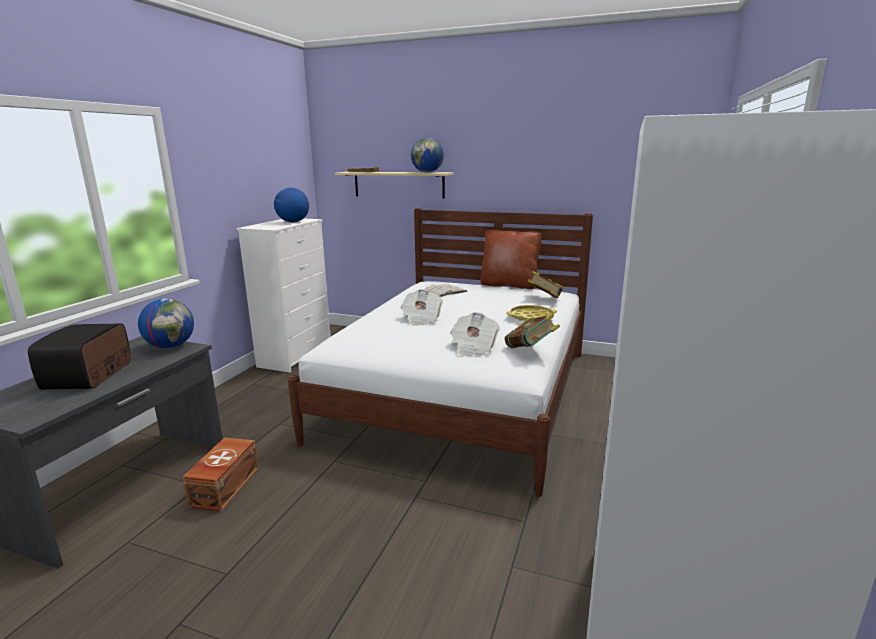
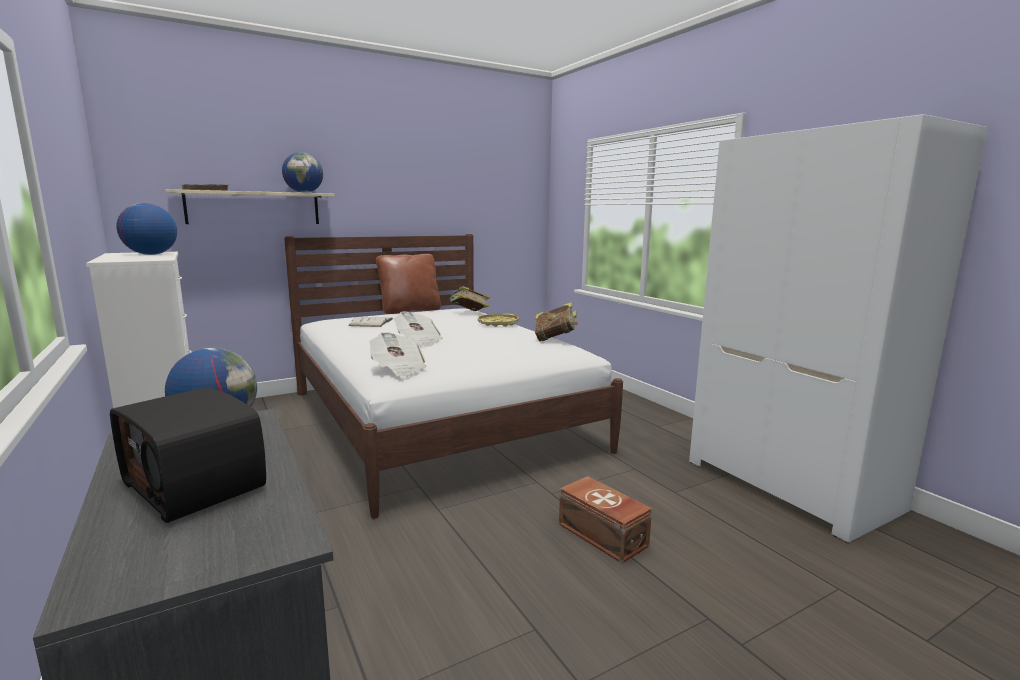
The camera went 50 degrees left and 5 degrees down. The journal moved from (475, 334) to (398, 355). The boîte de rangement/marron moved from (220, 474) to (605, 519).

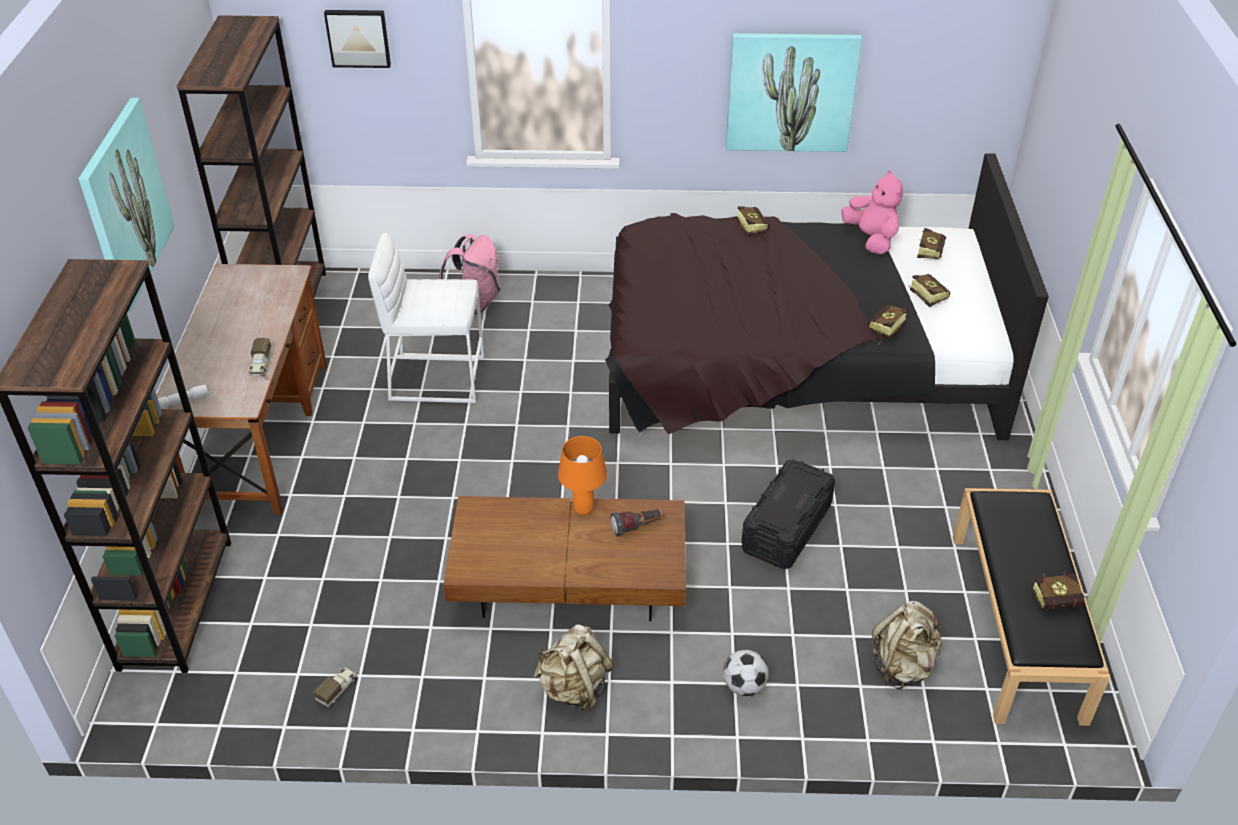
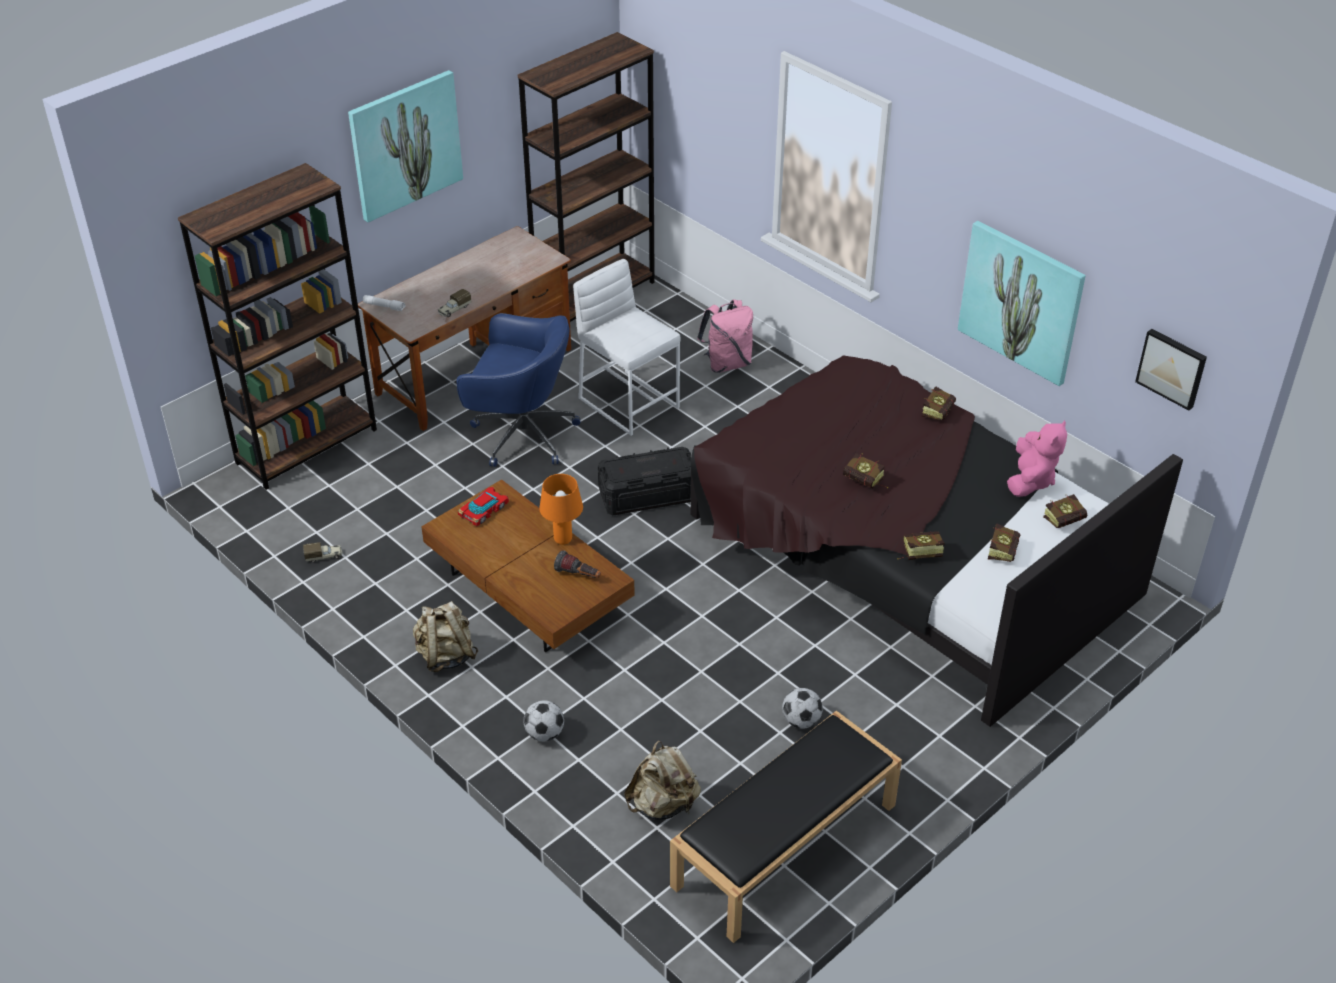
The camera went 45 degrees right and 0 degrees up. The chaise de bureau/bleu at (518, 390) appeared. The petite voiture at (483, 506) appeared. The boîte de rangement/noir moved from (788, 514) to (644, 481). The ballon de foot at (802, 708) appeared. The livre moved from (1058, 591) to (865, 470). The tableau moved from (357, 39) to (1171, 370).

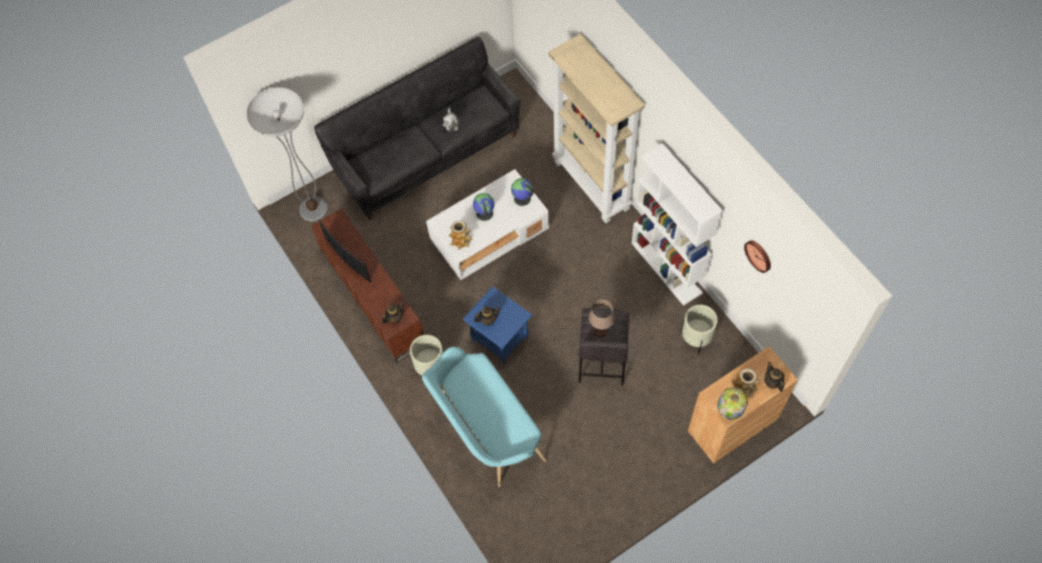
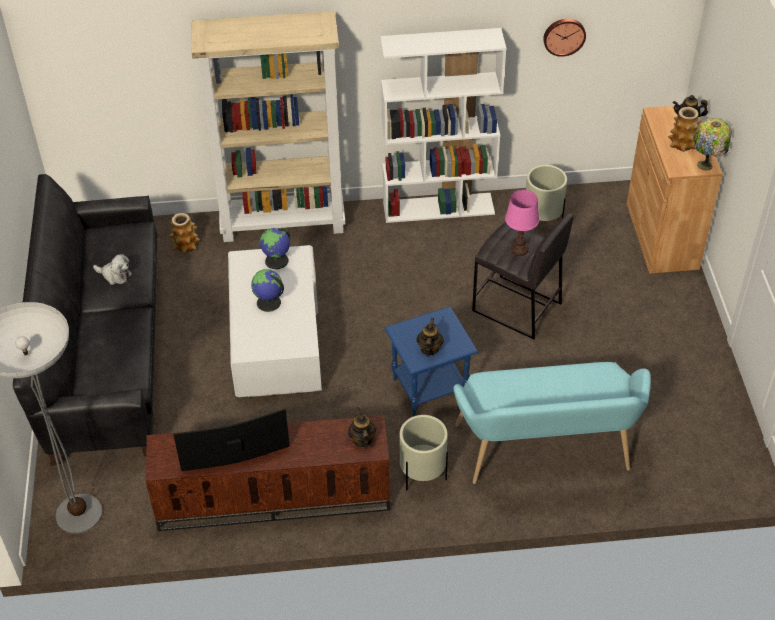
The camera went 65 degrees left and 15 degrees down. The vase moved from (461, 235) to (184, 233). The lampe de table/marron at (602, 318) became the lampe de table/rose at (522, 223).

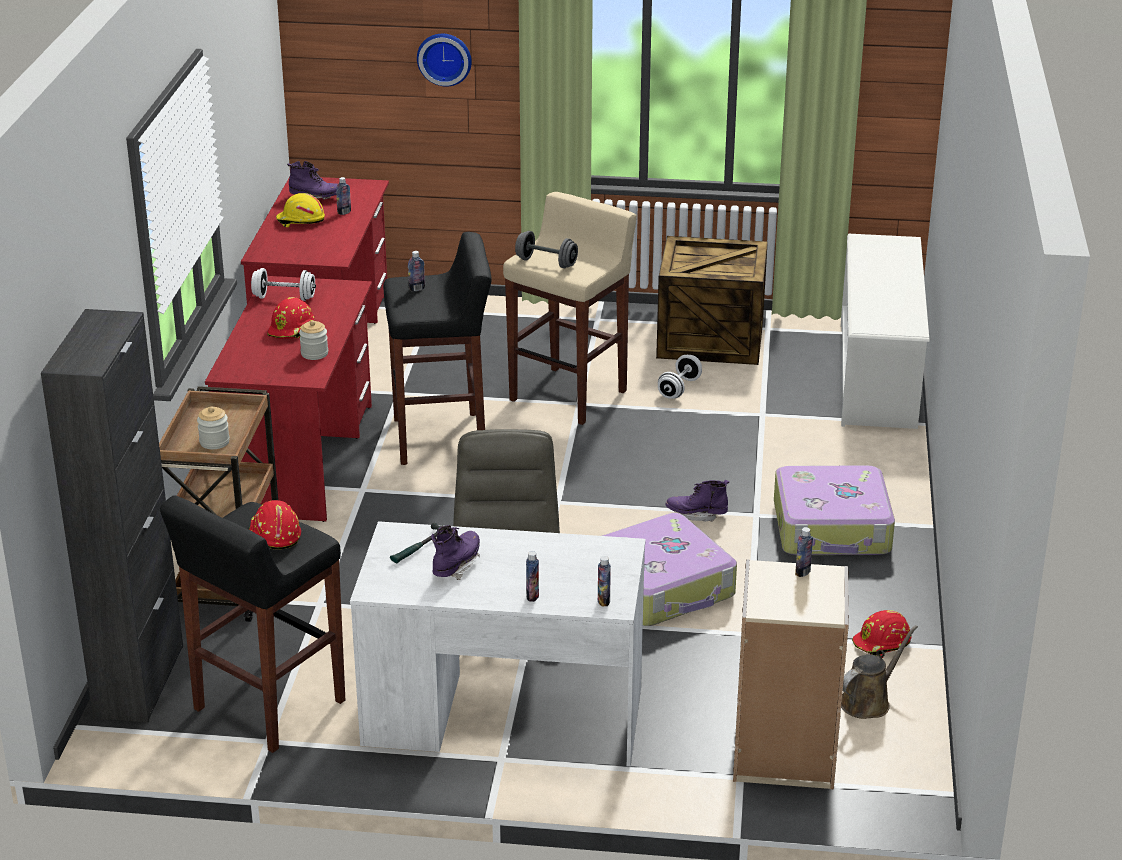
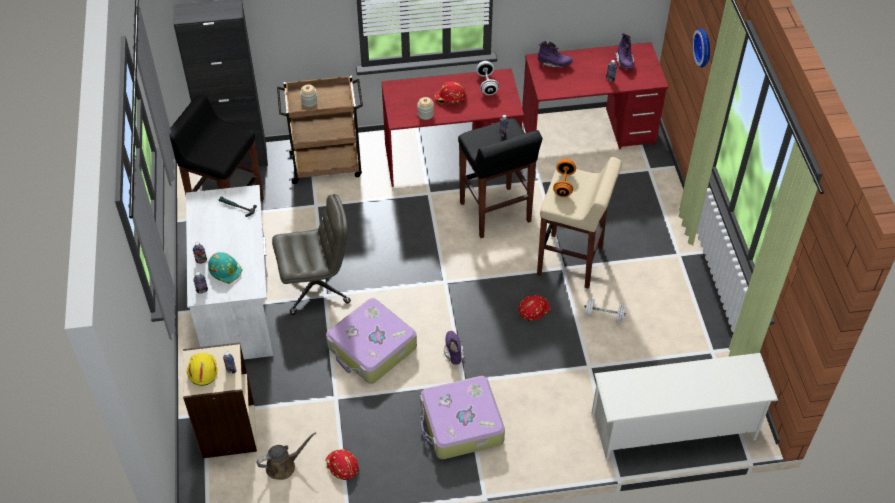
The camera went 75 degrees right and 20 degrees up. The casque de chantier/jaune moved from (300, 210) to (202, 369). The casque de chantier/turquoise at (225, 268) appeared. The arrosoir/marron at (879, 672) turned 60 degrees counterclockwise. The casque de chantier/rouge moved from (275, 524) to (534, 308). The botte/violet moved from (455, 552) to (555, 54). The haltère/gris at (546, 249) became the haltère/orange at (564, 178). The caisse at (712, 300) disappeared.

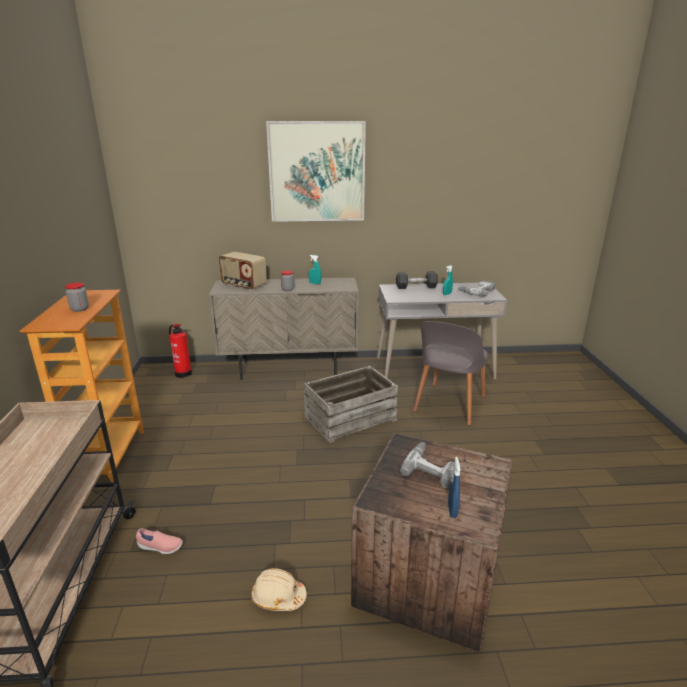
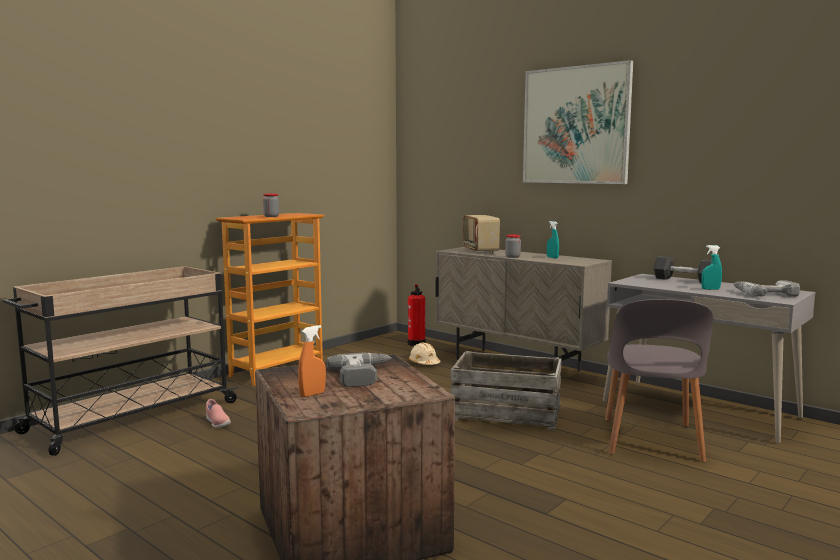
The camera went 45 degrees right and 15 degrees down. The vaporisateur/bleu at (454, 487) became the vaporisateur/orange at (312, 361). The casque de chantier/beige moved from (279, 589) to (425, 354). The chaise/gris at (451, 373) turned 60 degrees counterclockwise.

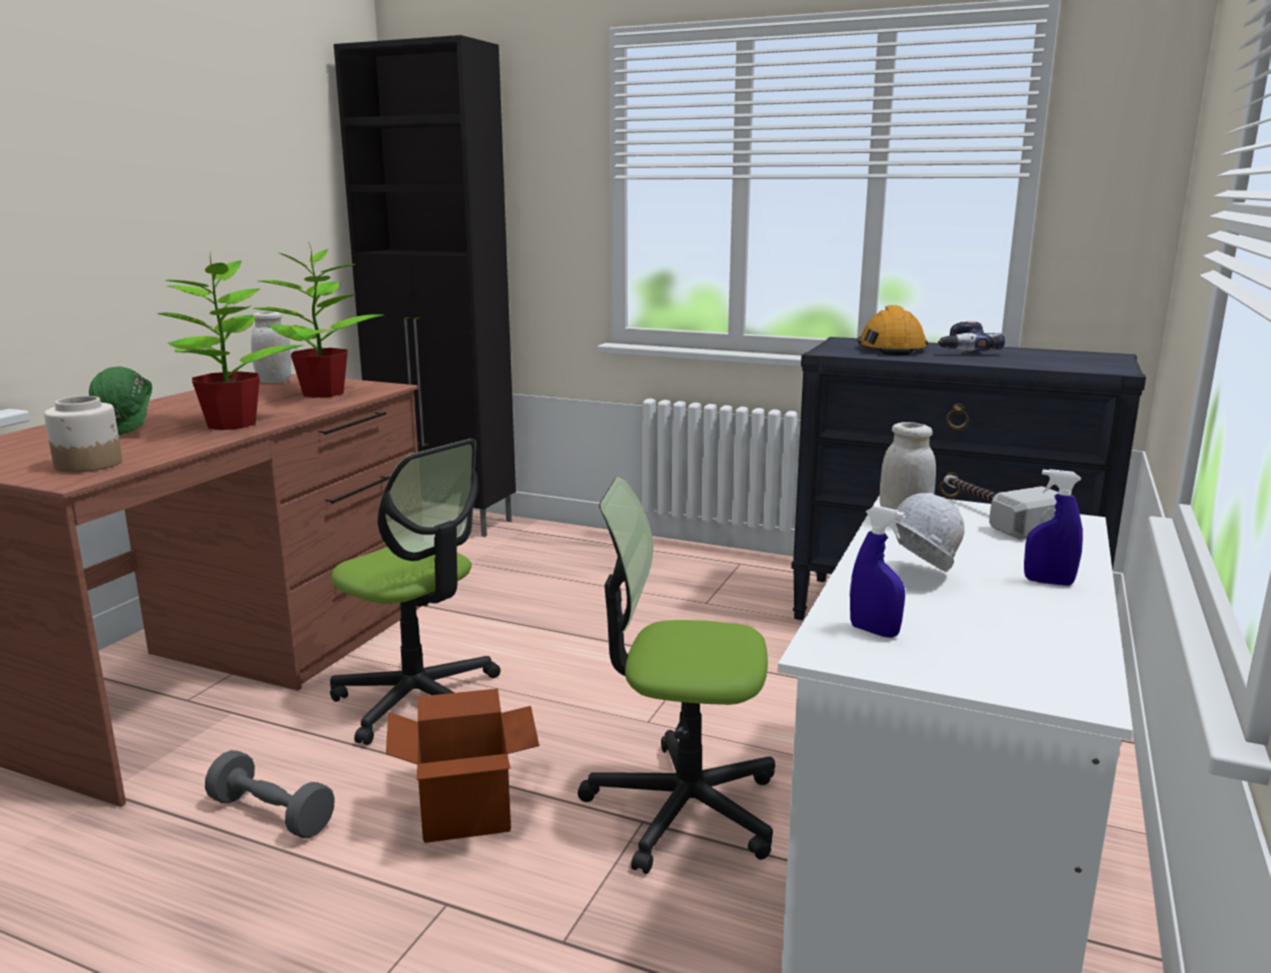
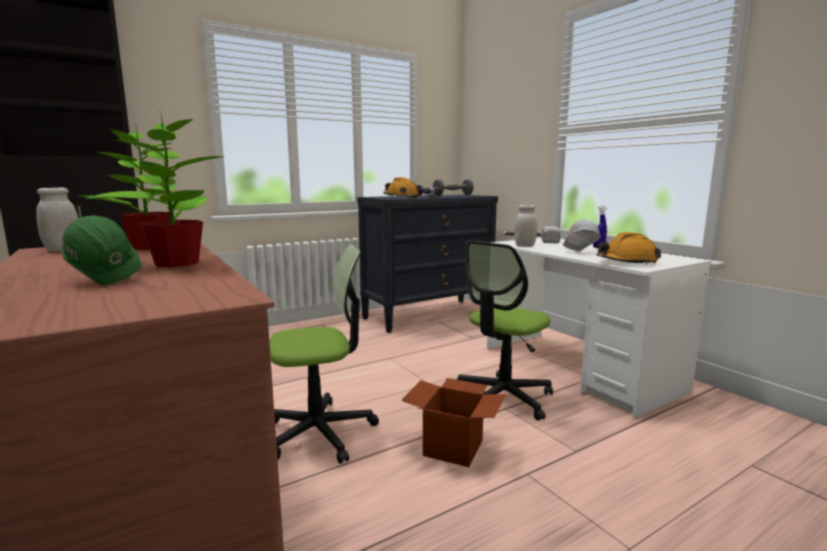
The camera went 55 degrees left and 5 degrees down. The haltère/gris moved from (270, 794) to (453, 187). The vaporisateur/bleu at (878, 572) was replaced by the casque de chantier/orange at (629, 248). The bocal at (83, 434) disappeared.

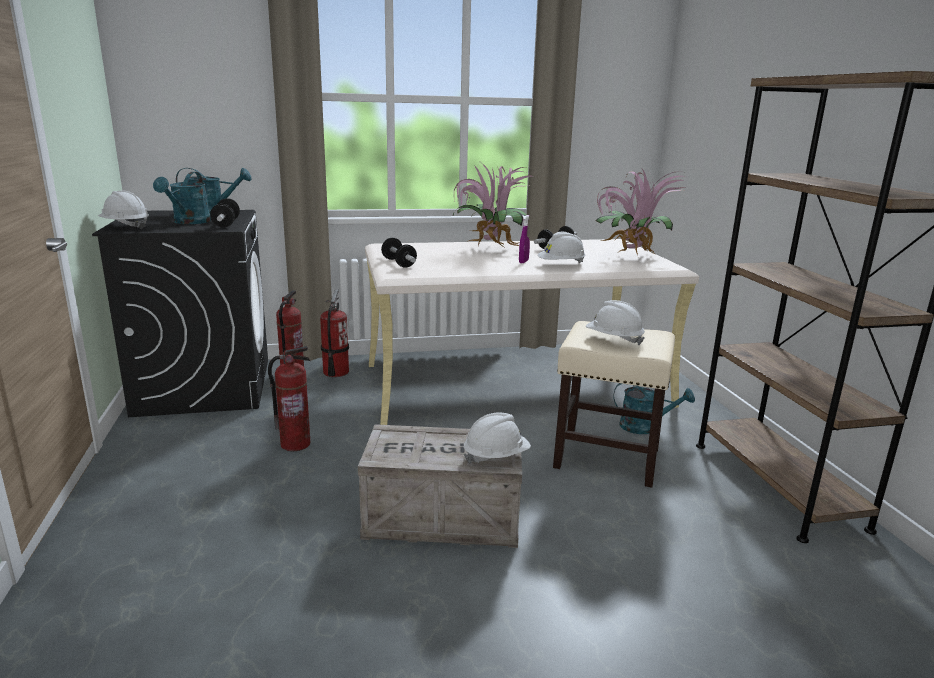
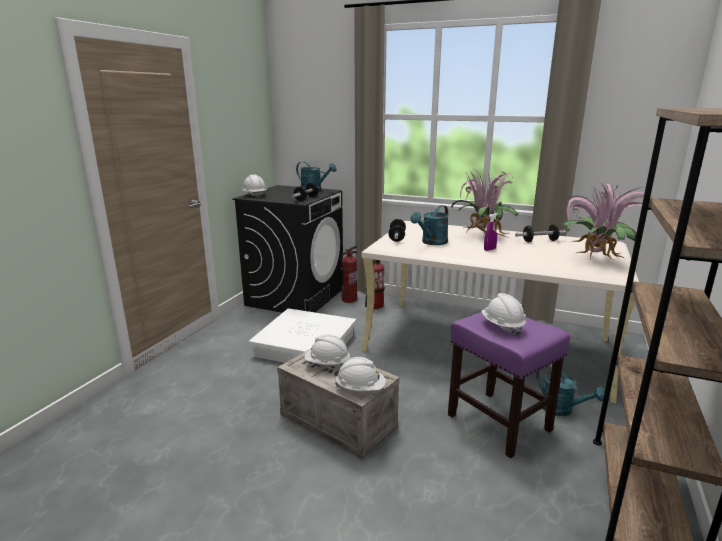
The camera went 35 degrees right and 0 degrees up. The extincteur at (289, 398) was replaced by the boîte de rangement/blanc at (302, 335). The casque de chantier/blanc moved from (562, 247) to (327, 350). The arrosoir/turquoise moved from (182, 198) to (430, 225). The tabouret/beige at (614, 404) became the tabouret/violet at (509, 385).

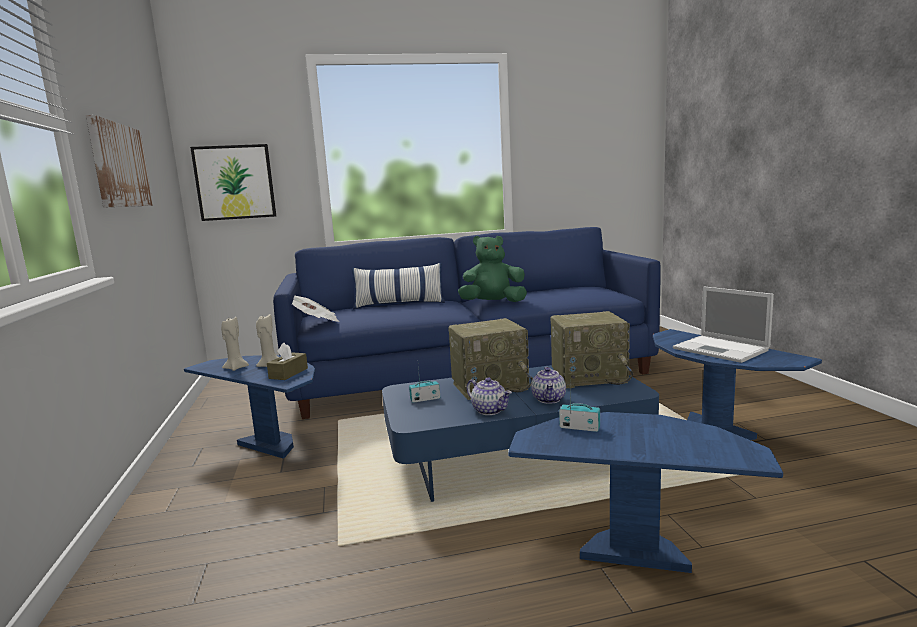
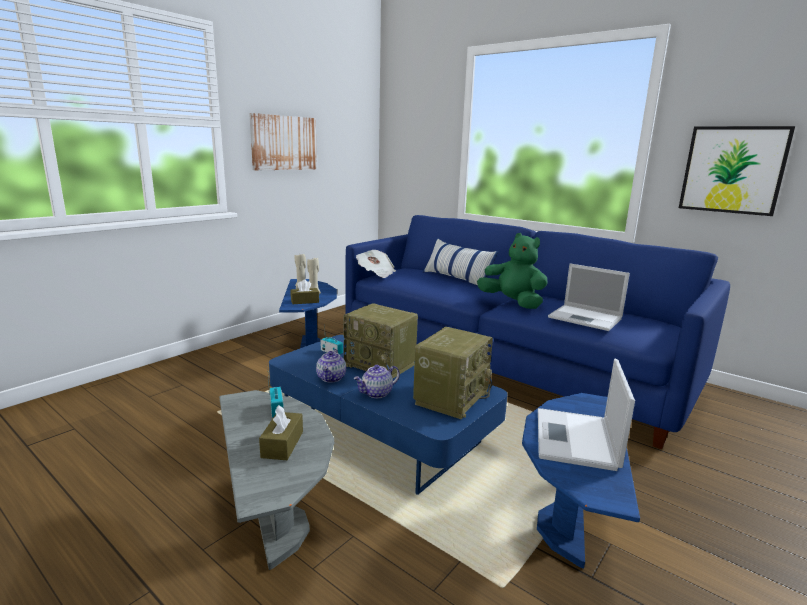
The camera went 50 degrees right and 5 degrees up. The table d'appoint/bleu at (645, 492) became the table d'appoint/gris at (276, 480). The boîte à mouchoirs/marron at (281, 432) appeared. The radio at (591, 349) turned 105 degrees counterclockwise. The ordinateur portable at (589, 297) appeared. The tableau moved from (233, 182) to (737, 171).

